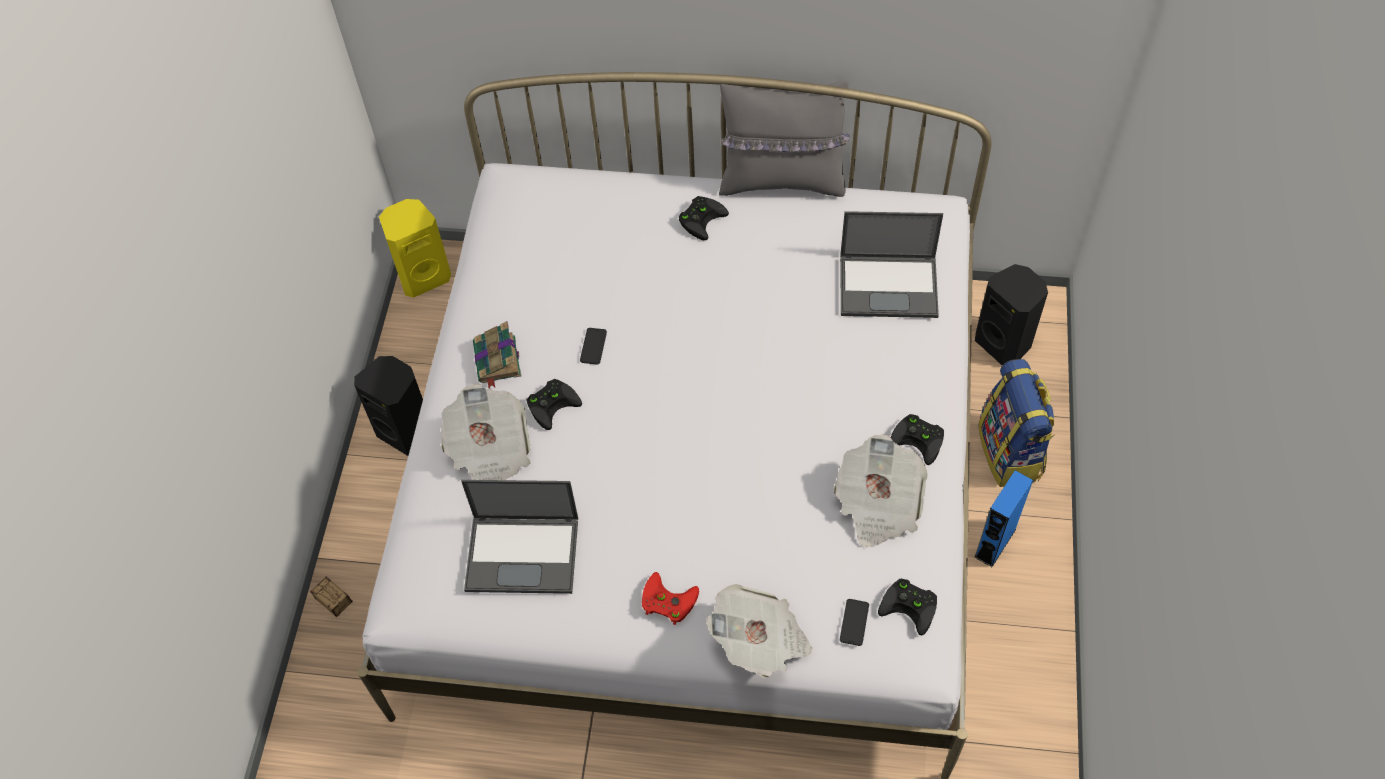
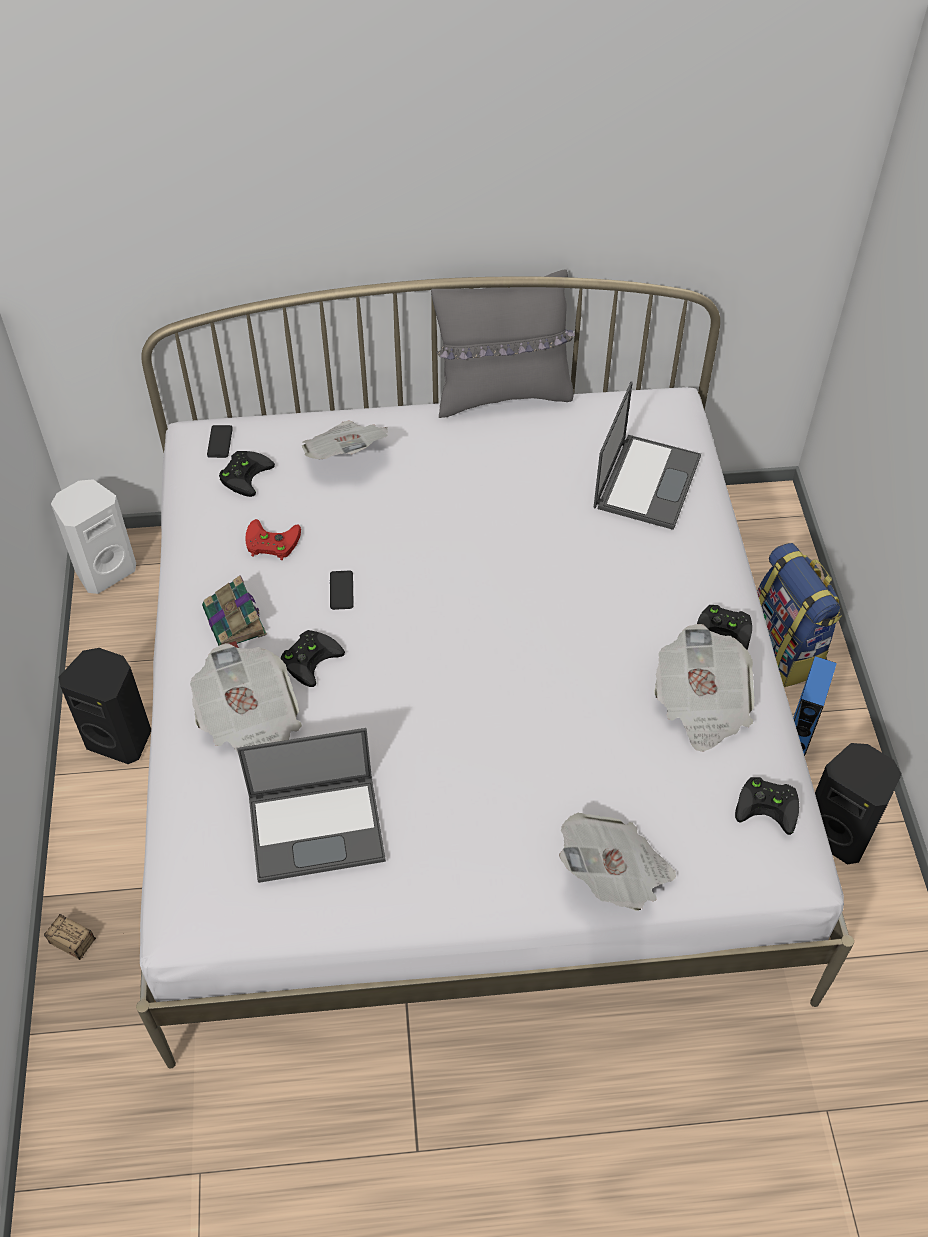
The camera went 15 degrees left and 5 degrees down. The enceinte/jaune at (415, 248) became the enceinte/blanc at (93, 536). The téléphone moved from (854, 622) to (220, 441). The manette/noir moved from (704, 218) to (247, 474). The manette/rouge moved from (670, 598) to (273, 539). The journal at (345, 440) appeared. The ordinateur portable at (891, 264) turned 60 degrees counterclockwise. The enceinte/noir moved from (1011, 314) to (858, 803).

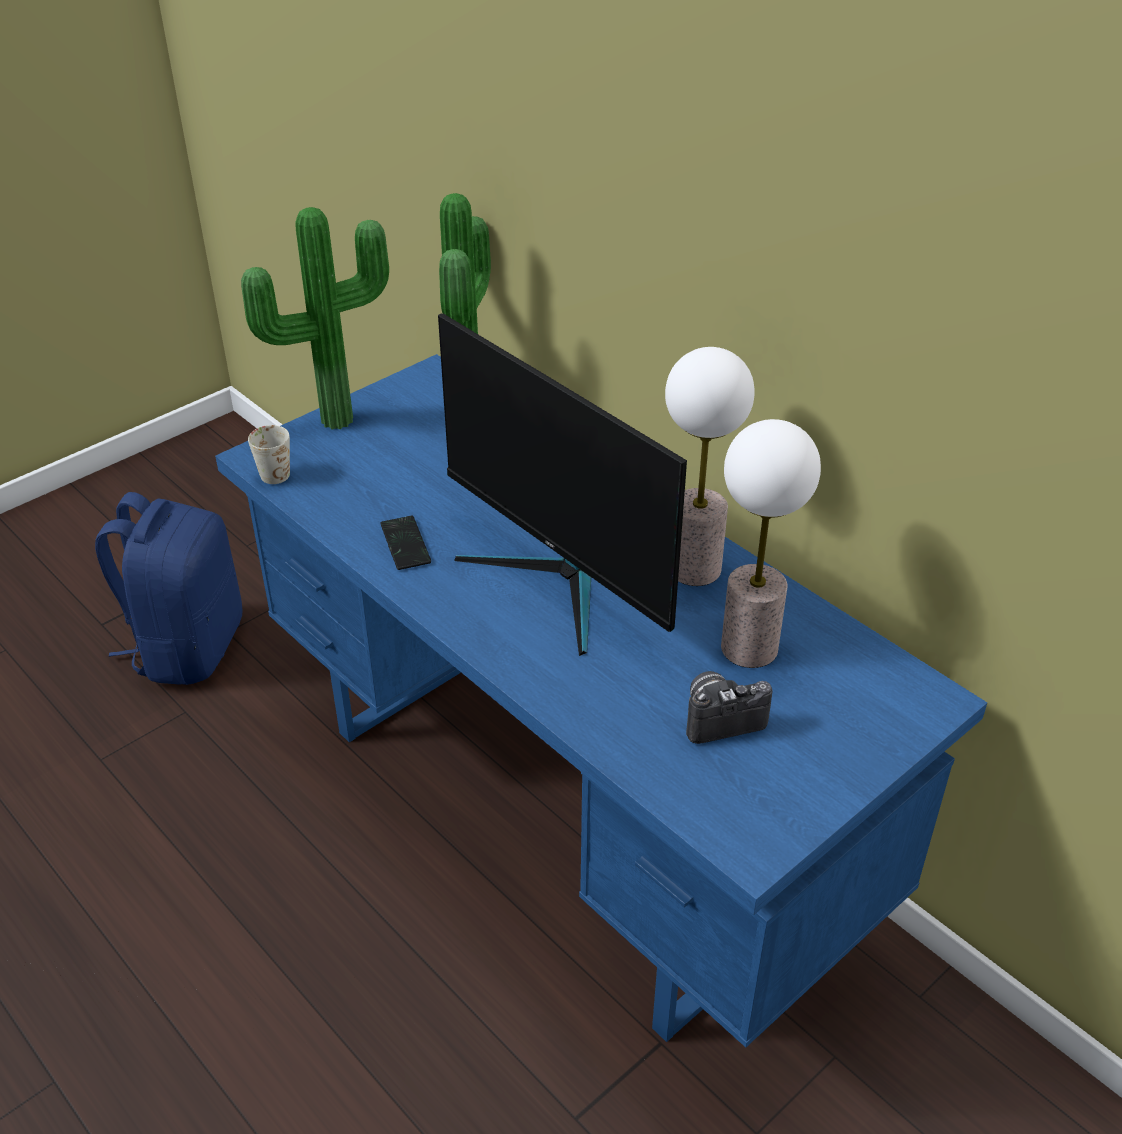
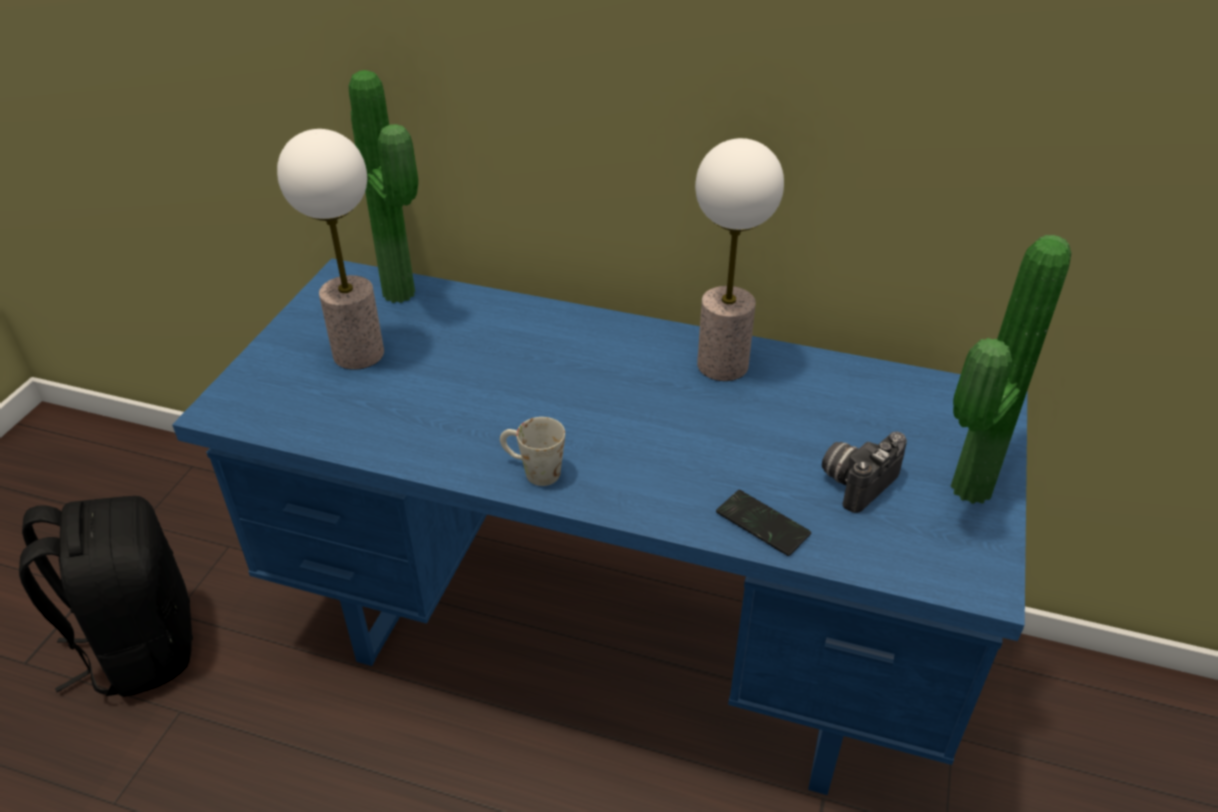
The camera went 30 degrees left and 0 degrees up. The sac à dos/bleu at (169, 588) became the sac à dos/noir at (106, 596). The lampe de table moved from (771, 543) to (330, 249). The mug/blanc moved from (269, 454) to (532, 451). The téléphone moved from (405, 543) to (763, 523). The plante en pot moved from (315, 318) to (1011, 369). The écran d'ordinateur at (562, 484) disappeared.

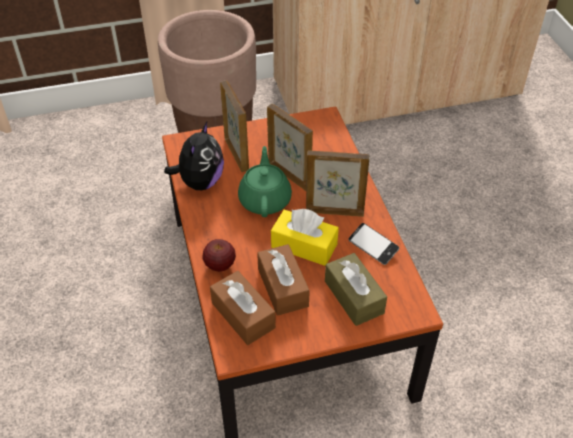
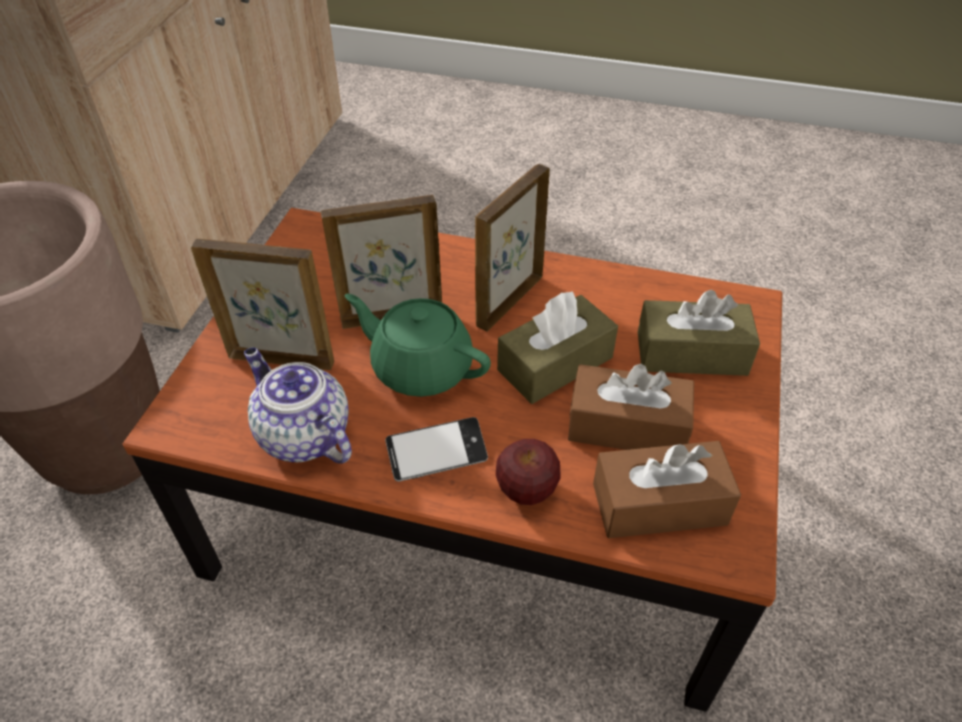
The camera went 60 degrees left and 0 degrees up. The peluche at (194, 156) was replaced by the théière at (298, 405). The téléphone moved from (374, 244) to (436, 449). The boîte à mouchoirs/jaune at (305, 237) became the boîte à mouchoirs/marron at (557, 348).

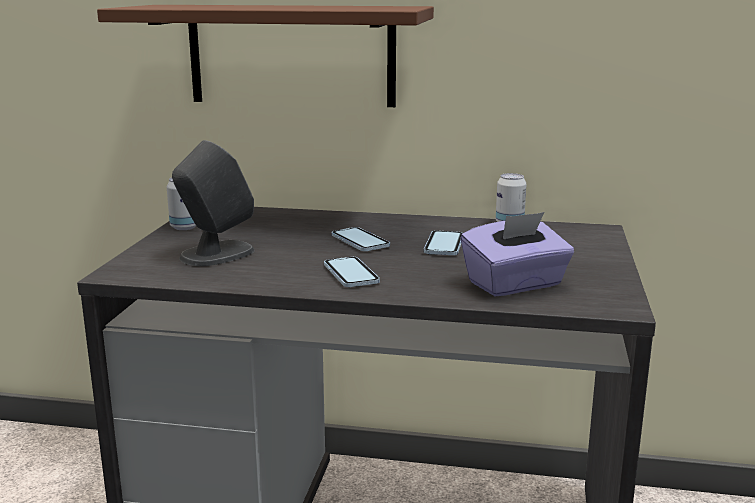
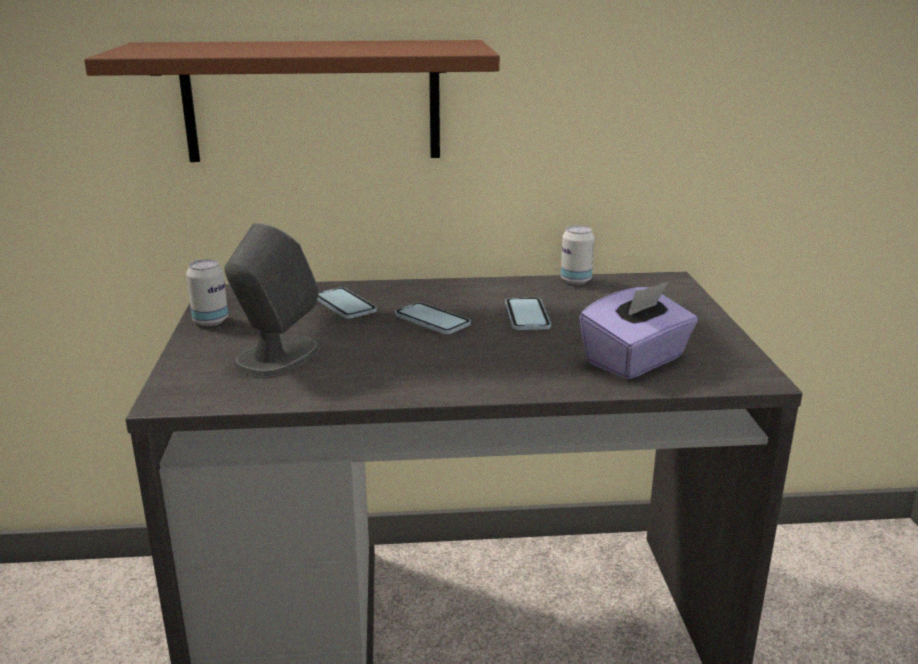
The camera went 15 degrees left and 5 degrees up. The téléphone moved from (352, 272) to (347, 303).

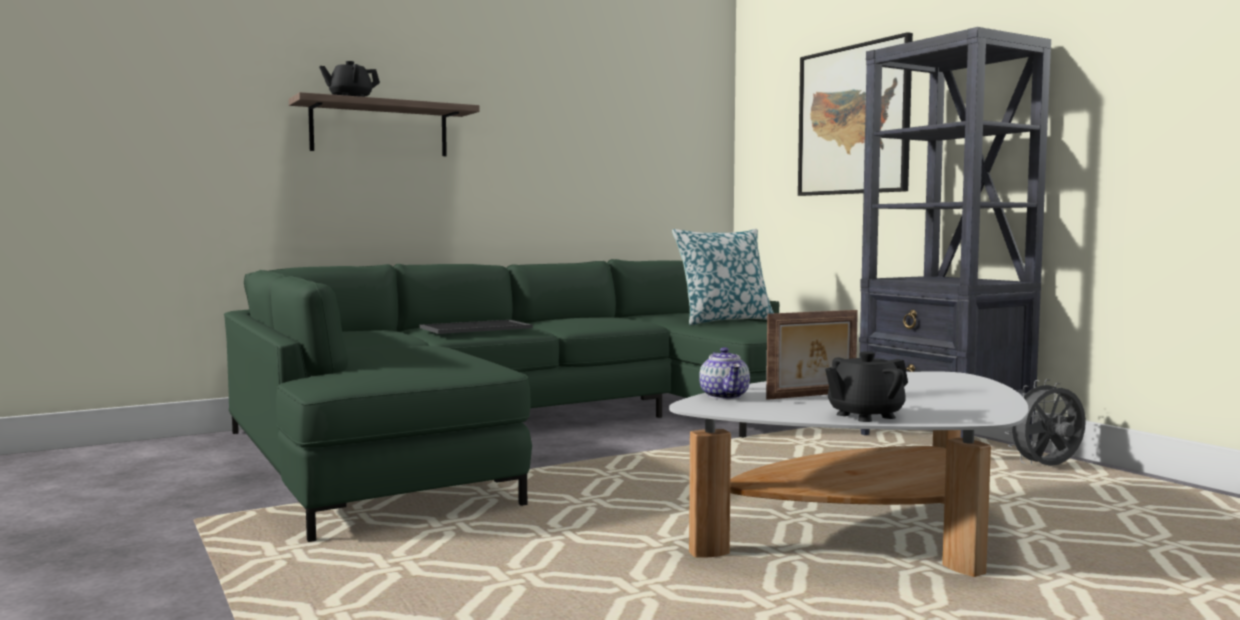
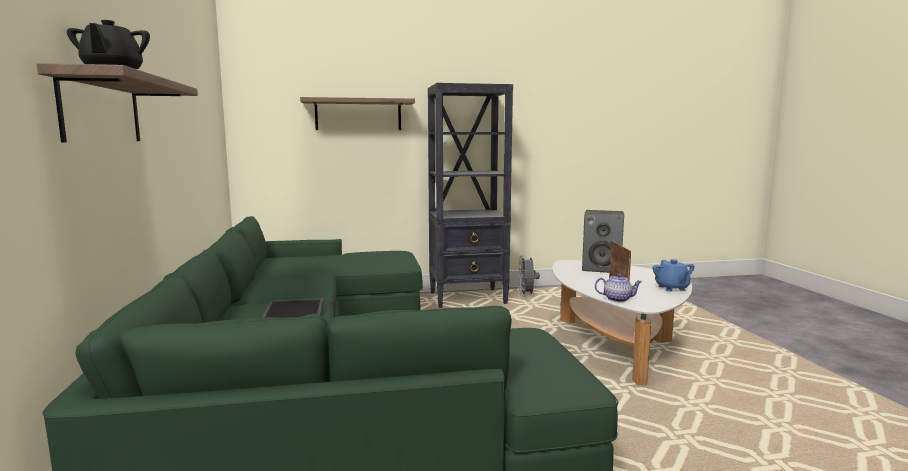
The camera went 70 degrees left and 5 degrees up. The tableau at (855, 114) was replaced by the étagère at (357, 113). The enceinte at (603, 241) appeared. The théière/noir at (866, 386) became the théière/bleu at (674, 275). The coussin at (723, 277) disappeared.

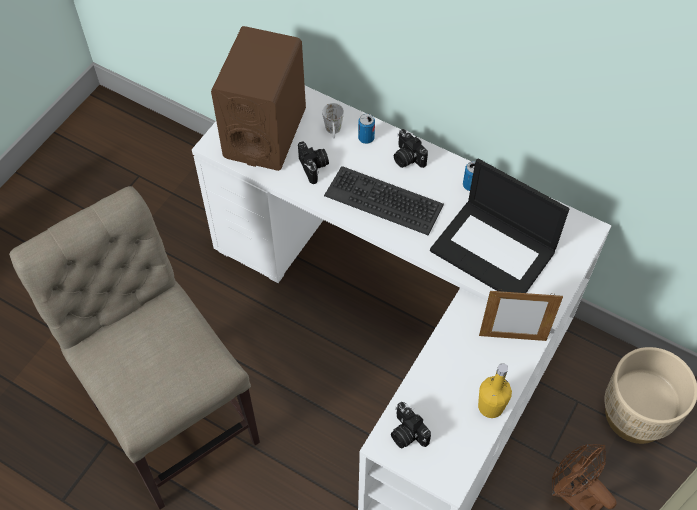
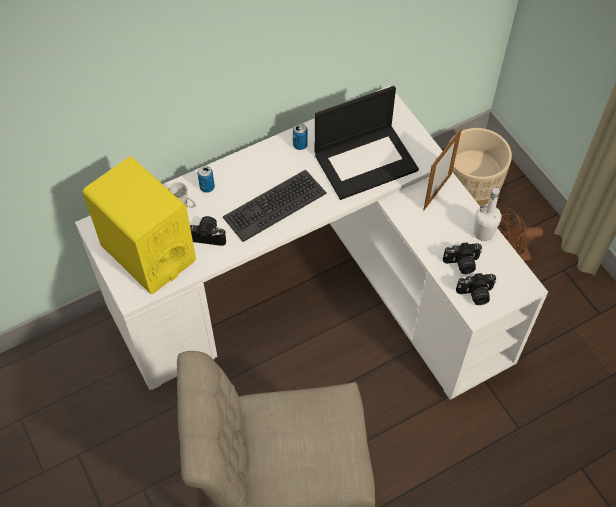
The camera went 60 degrees left and 0 degrees up. The enceinte/marron at (258, 98) became the enceinte/jaune at (139, 225). The appareil photo moved from (411, 148) to (462, 258). The bouteille/jaune at (495, 390) became the bouteille/blanc at (487, 214).

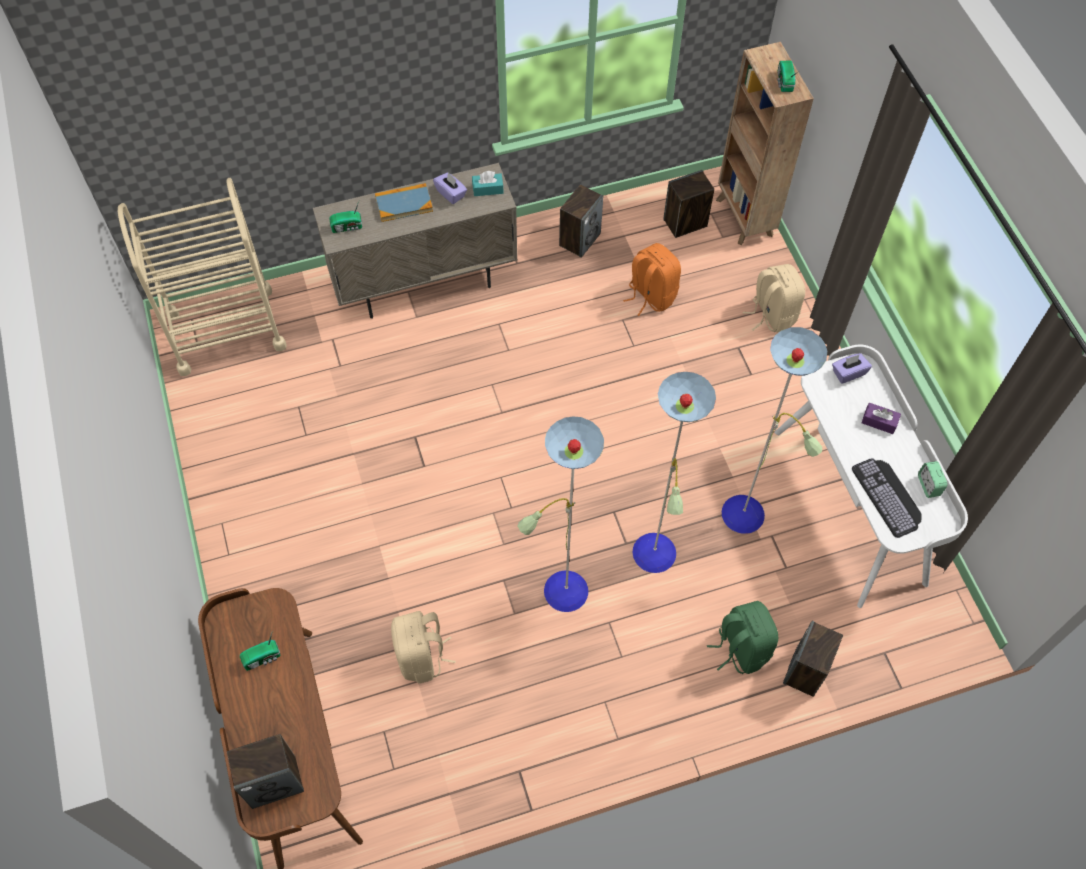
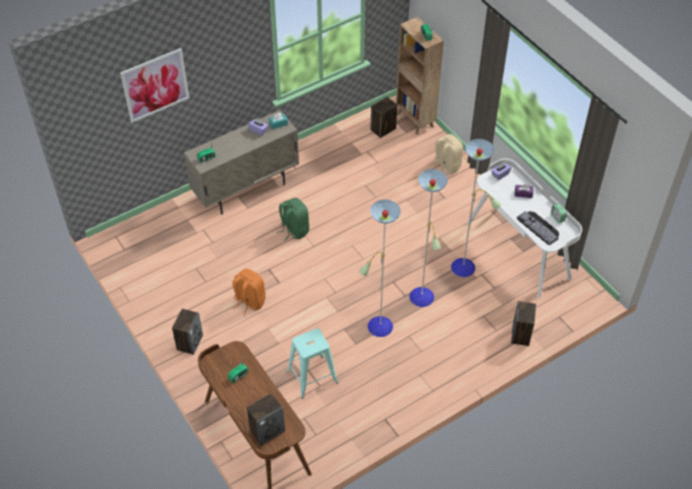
The camera went 15 degrees left and 10 degrees down. The tableau at (154, 85) appeared. The enceinte moved from (581, 221) to (187, 332). The sac à dos/orange moved from (652, 279) to (249, 292). The sac à dos/vert moved from (742, 637) to (293, 219). The sac à dos/beige at (423, 647) was replaced by the tabouret/turquoise at (312, 363). The chariot/beige at (202, 277) disappeared. The livre at (404, 202) disappeared.

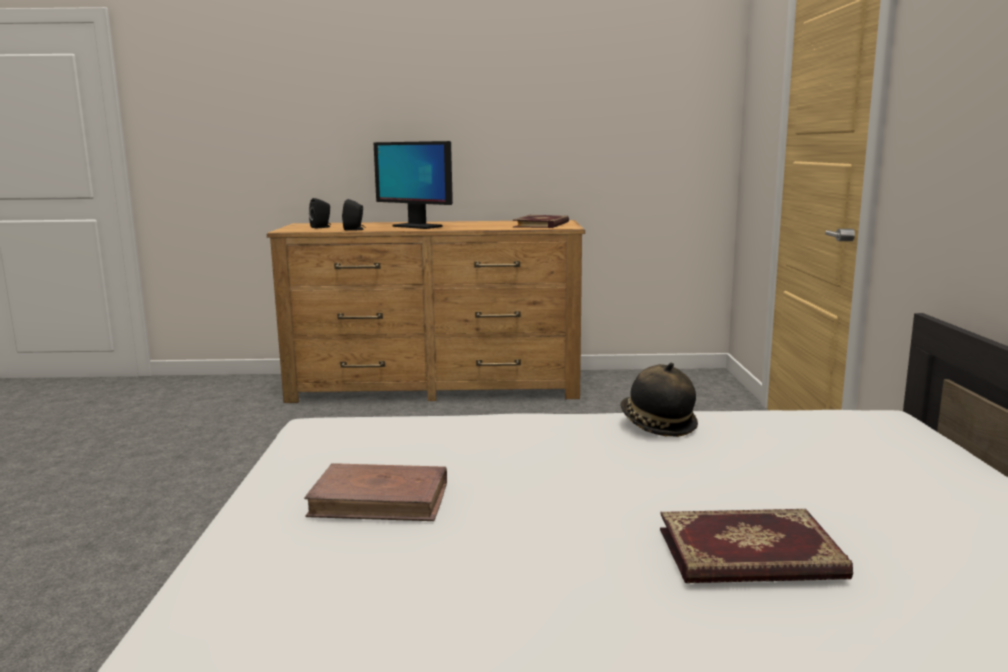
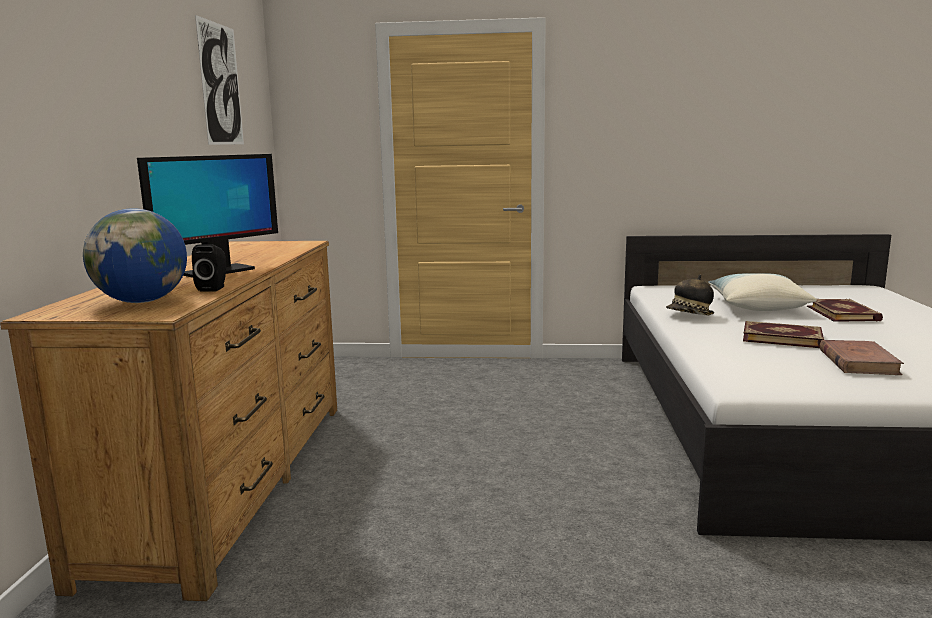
The camera went 85 degrees left and 0 degrees up. The enceinte/noir at (320, 213) was replaced by the globe at (135, 255). The tableau at (219, 80) appeared. The coussin at (762, 292) appeared. The livre moved from (541, 221) to (783, 334).

